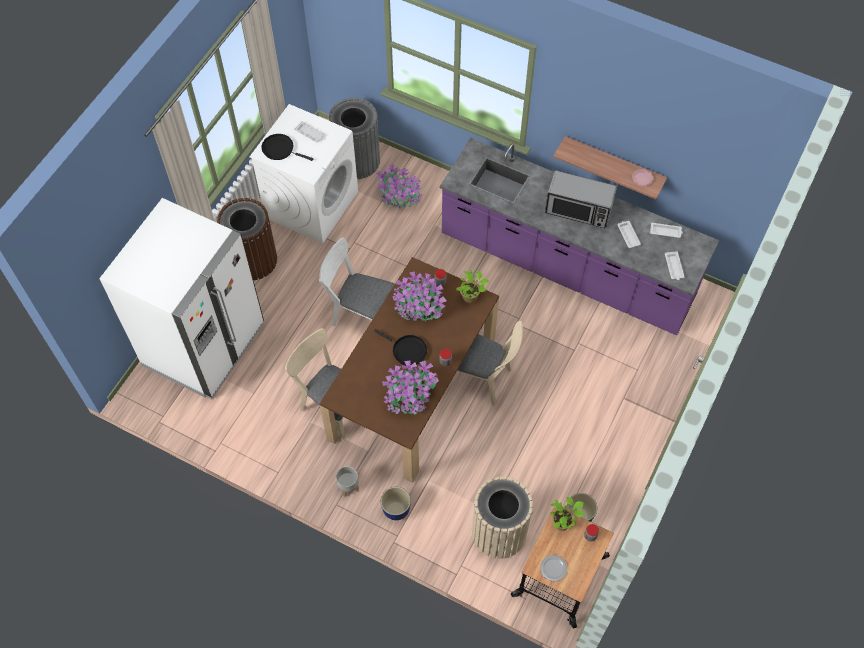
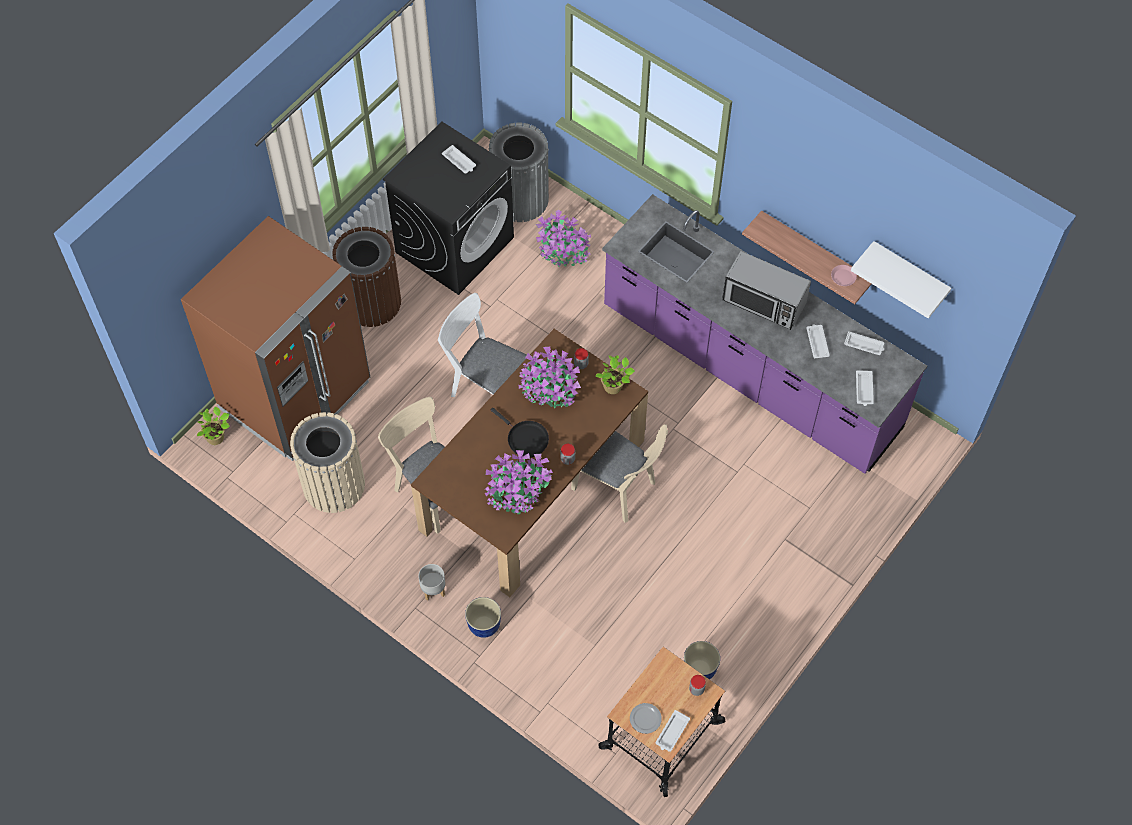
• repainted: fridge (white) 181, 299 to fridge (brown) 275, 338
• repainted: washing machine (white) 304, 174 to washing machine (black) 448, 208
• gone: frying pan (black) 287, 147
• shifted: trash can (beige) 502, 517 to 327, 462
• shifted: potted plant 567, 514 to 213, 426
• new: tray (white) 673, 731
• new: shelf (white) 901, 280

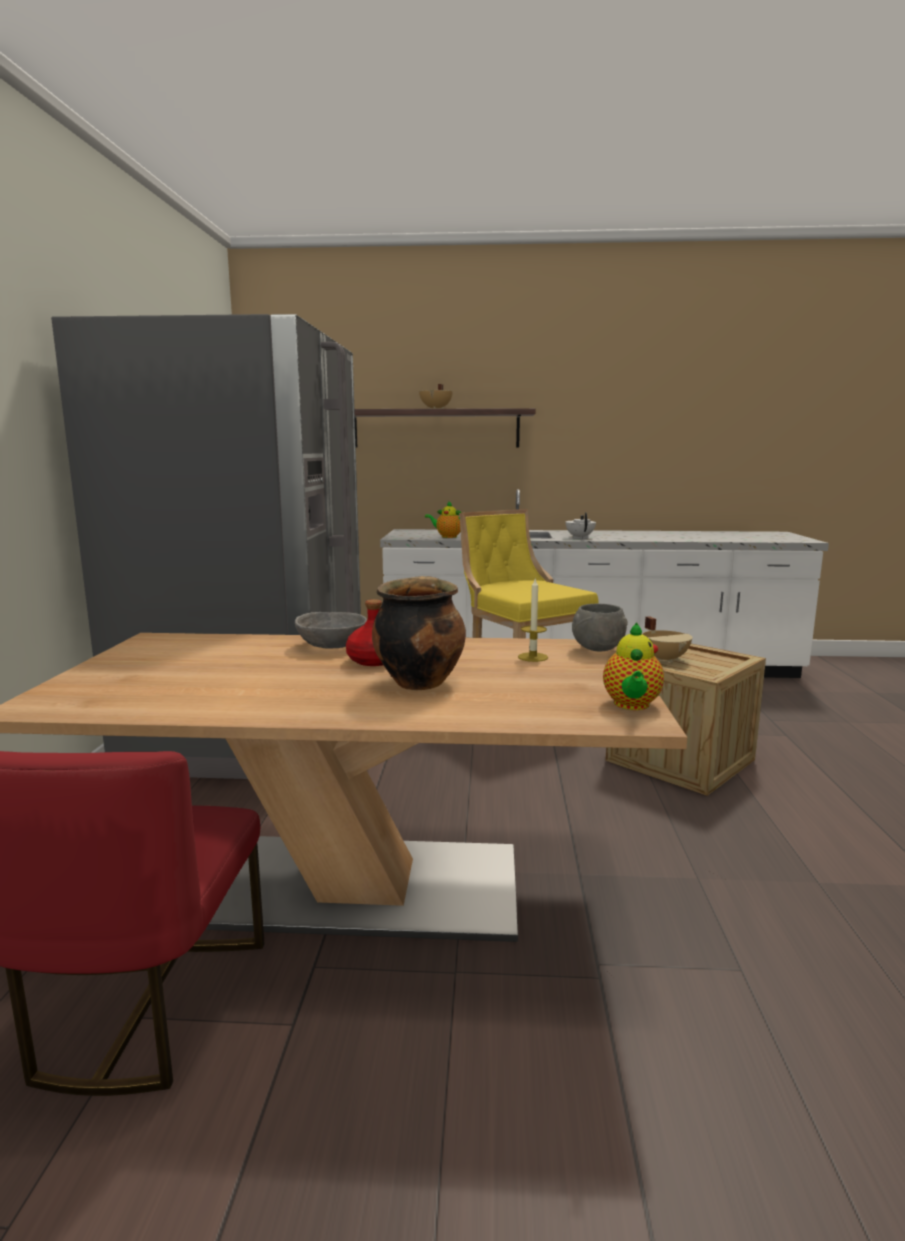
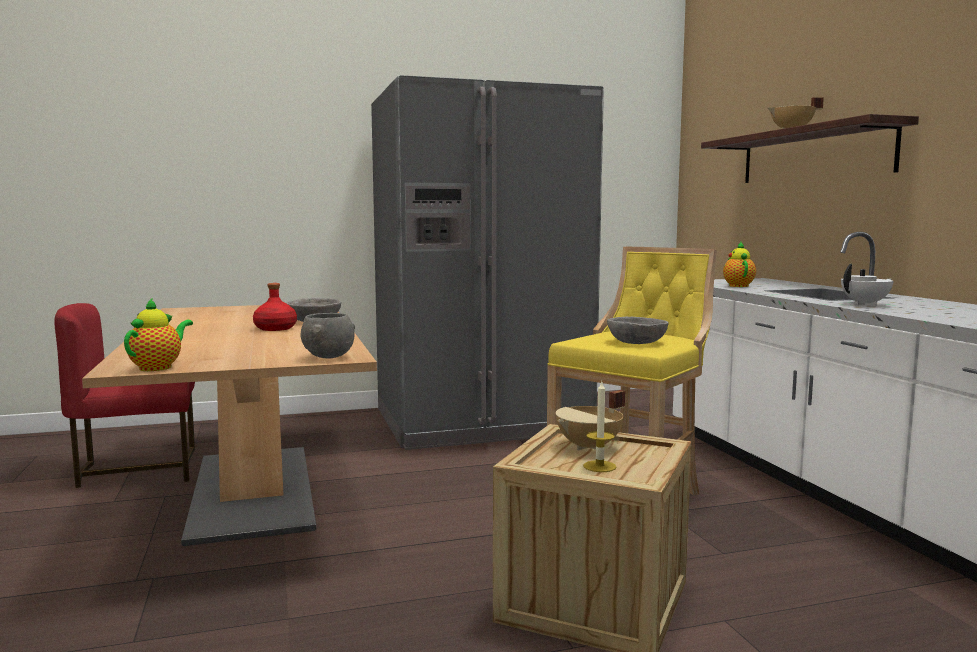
• gone: cooking pot 419, 633
• shifted: candle 533, 620 to 599, 427
• rotated: teapot 633, 666 = 158, 334 120 degrees clockwise
• new: bowl (grey) 638, 330

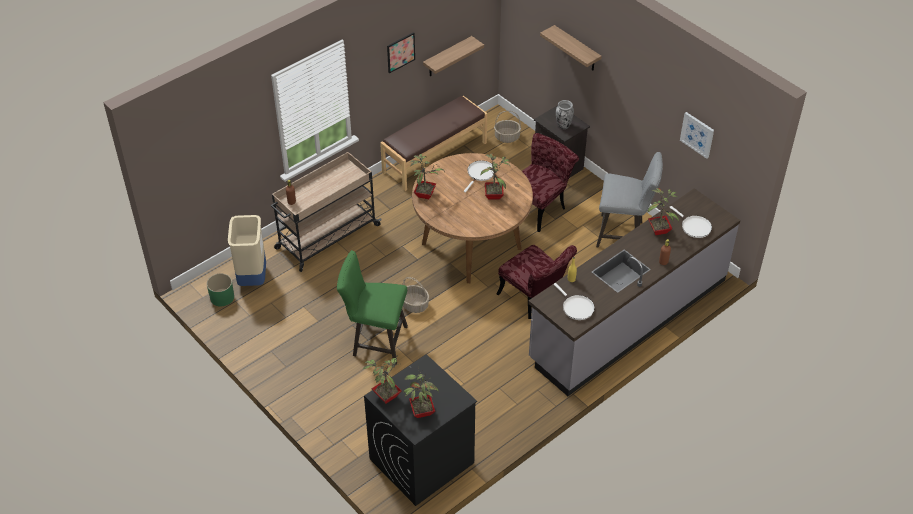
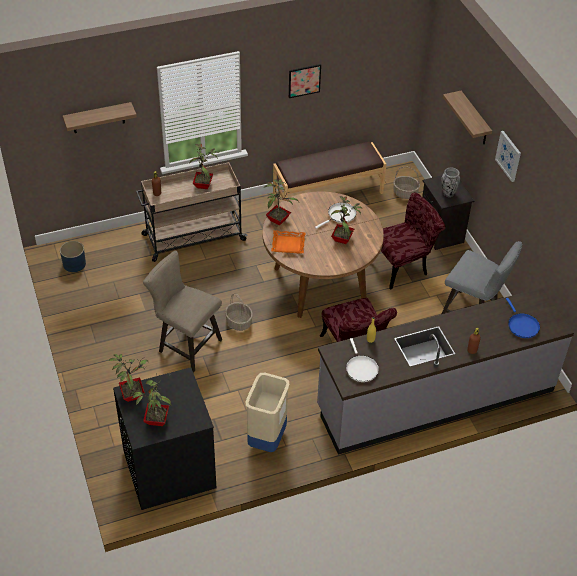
• repainted: planter (green) 220, 290 to planter (blue) 73, 256
• shifted: trash can (beige) 247, 250 to 267, 412
• repainted: stool (green) 372, 307 to stool (beige) 182, 311
• shifted: shelf 453, 56 to 100, 117
• shifted: potted plant 663, 211 to 203, 166
• repainted: frying pan (white) 690, 222 to frying pan (blue) 523, 318
• shifted: picture 697, 135 to 508, 156
• new: tray (orange) 288, 242

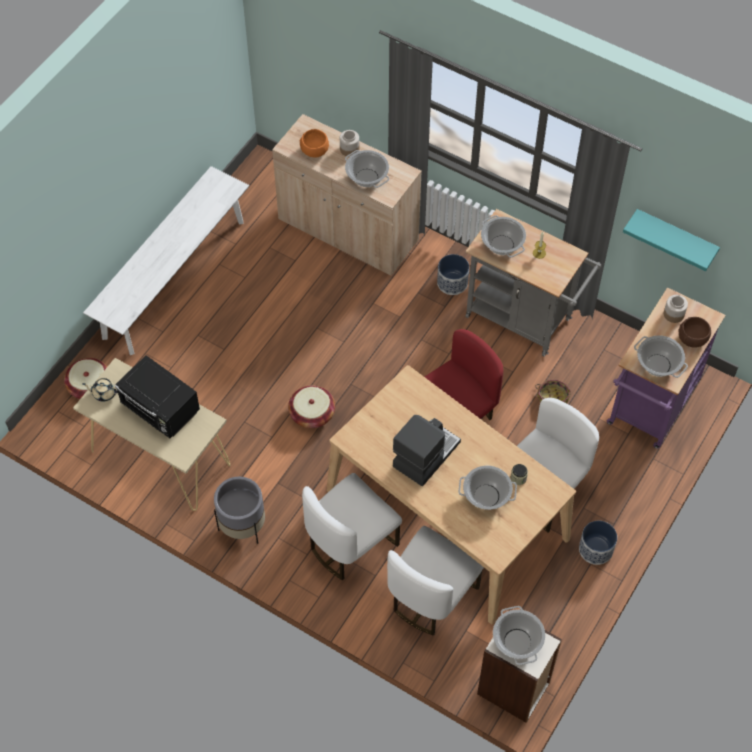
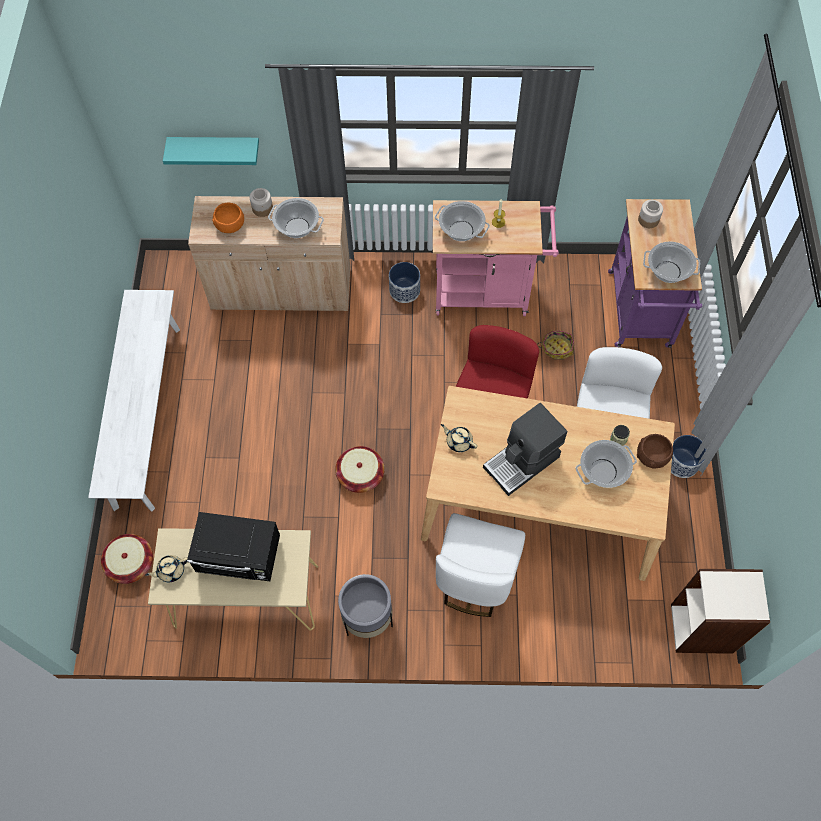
• gone: chair (white) 435, 581
• rotated: coffee machine 427, 450 = 525, 449 135 degrees counterclockwise
• repainted: cart (grey) 533, 283 to cart (pink) 496, 258
• gone: cooking pot 519, 635
• shifted: shelf (turquoise) 671, 240 to 211, 151
• shifted: bowl (brown) 694, 332 to 655, 451
• new: teapot (beige) 459, 438

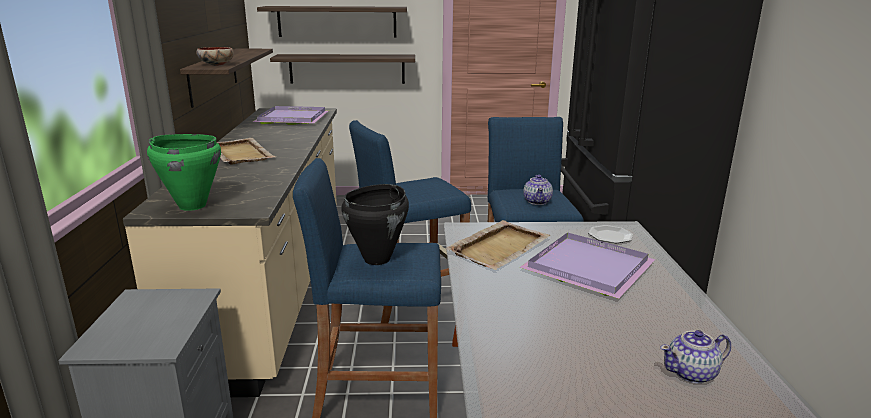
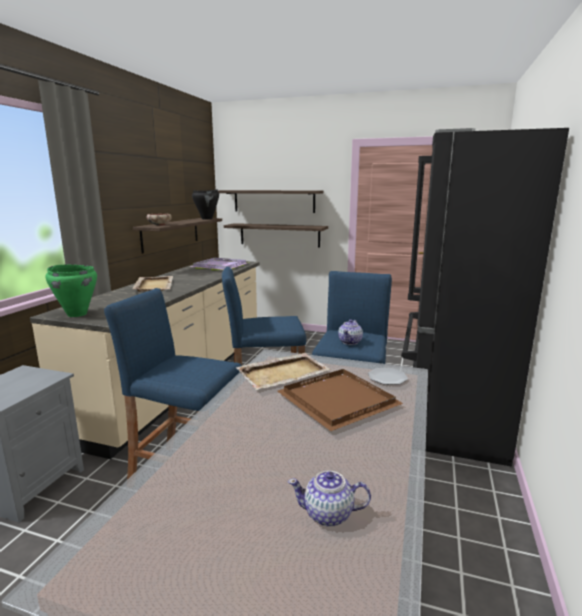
• shifted: cooking pot (black) 375, 224 to 205, 204
• repainted: tray (purple) 588, 265 to tray (brown) 340, 400

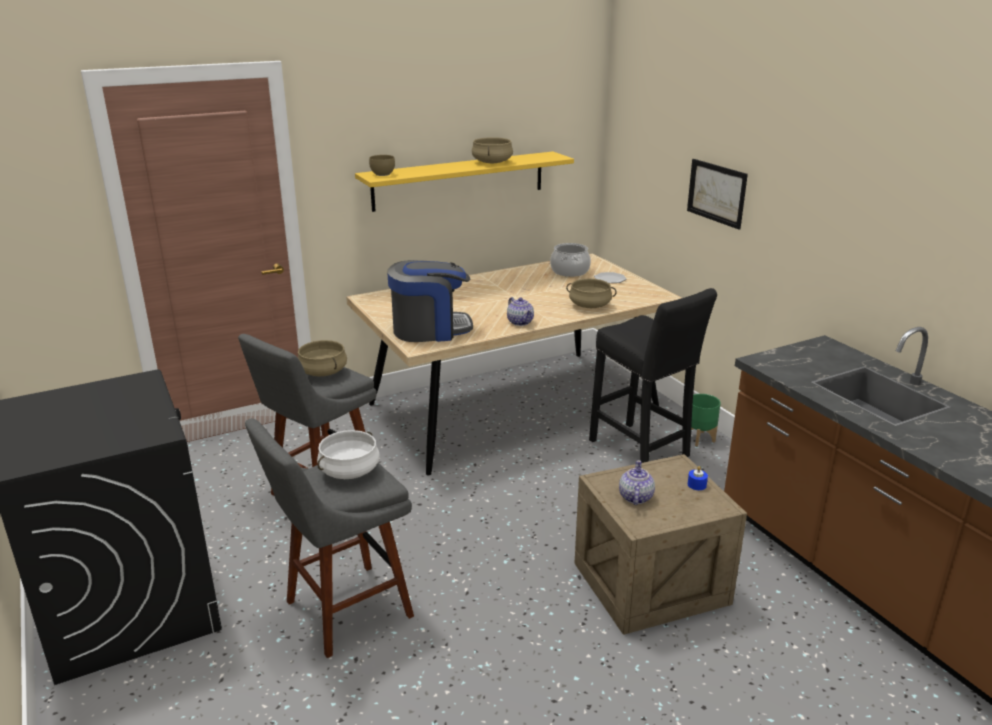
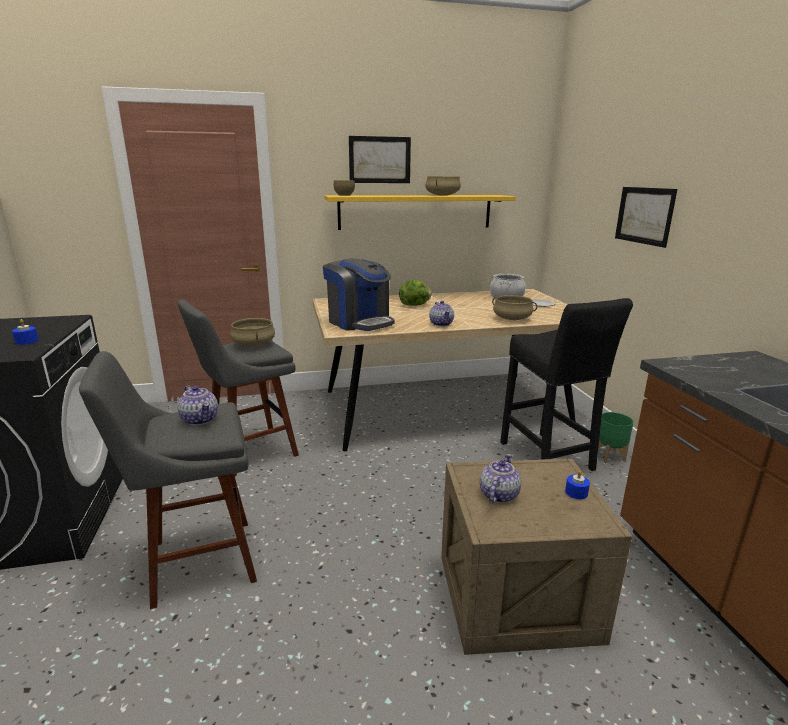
• swapped: cooking pot (white) 348, 454 to teapot 197, 406
• rotated: coffee machine 430, 301 = 359, 294 45 degrees clockwise
• new: candle (blue) 25, 332
• new: picture 380, 159
• new: lettuce 415, 293

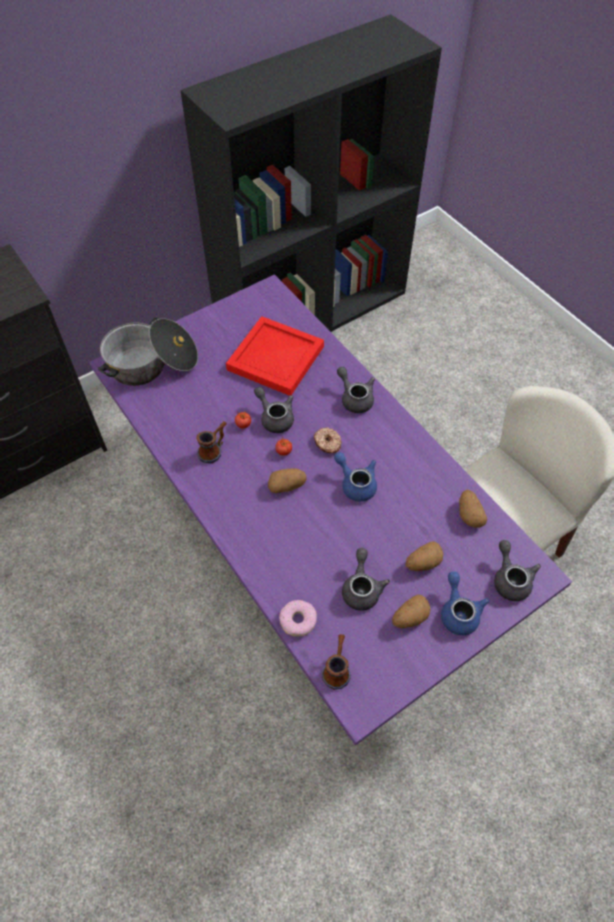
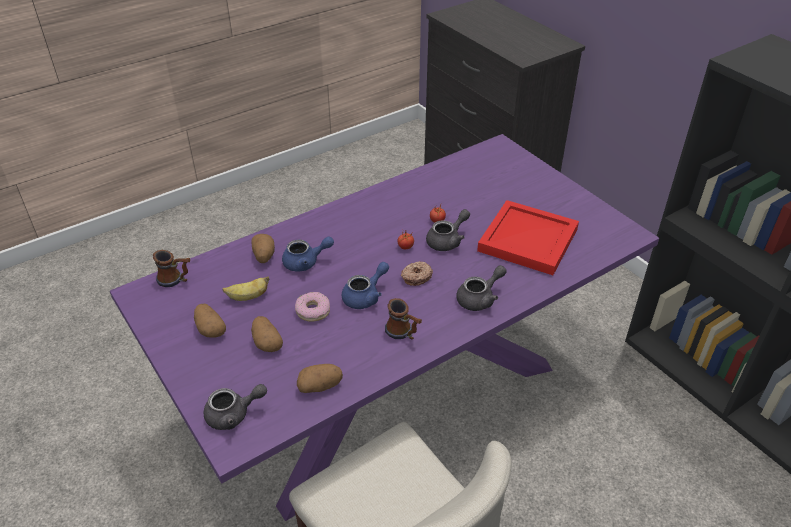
• gone: cooking pot 148, 351
• shifted: mug 211, 442 to 403, 319
• shifted: potato 287, 480 to 263, 248
• shifted: donut 298, 618 to 312, 307
• swapped: teapot (grey) 366, 579 to banana 246, 289
• shifted: teapot (blue) 465, 604 to 308, 254

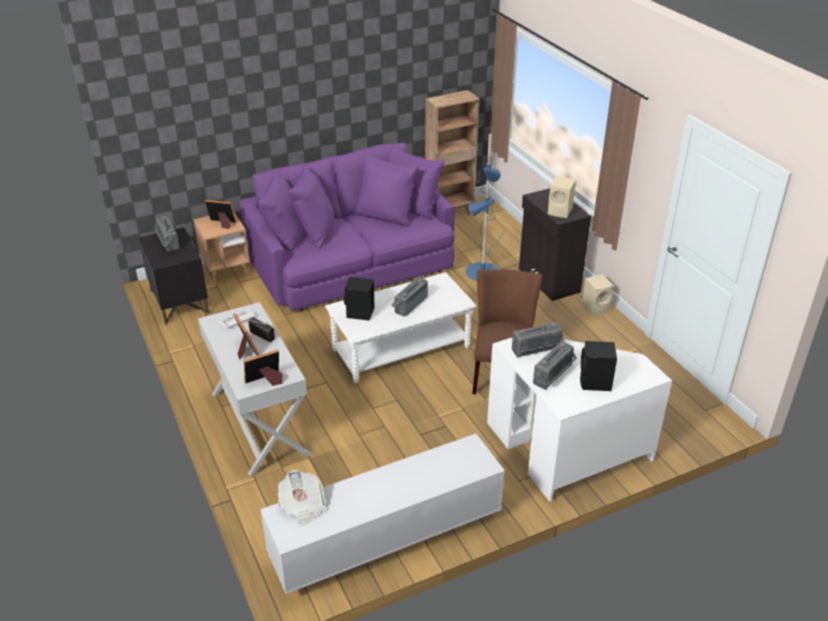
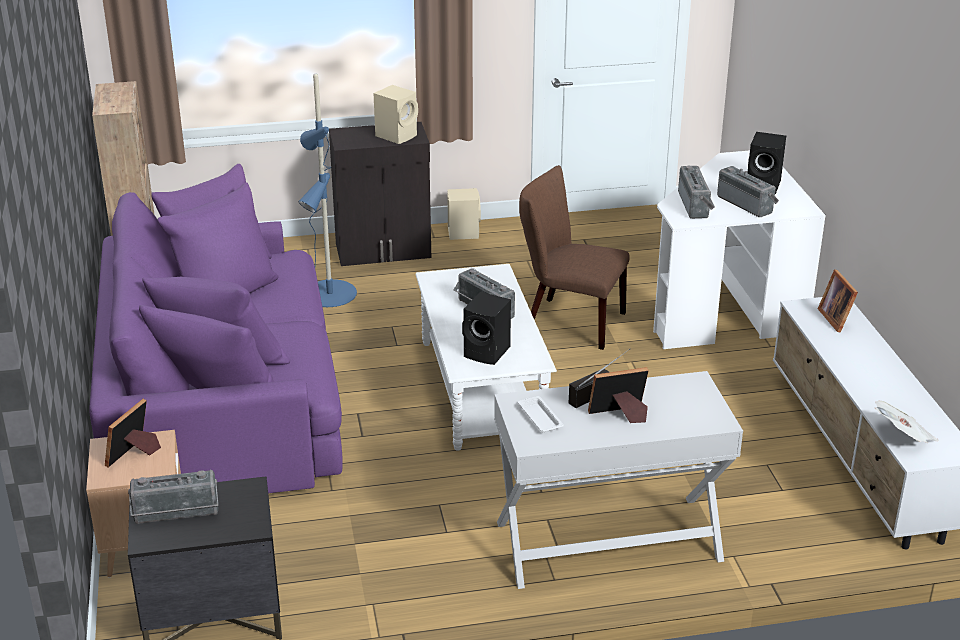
• shifted: picture frame 263, 368 to 838, 300

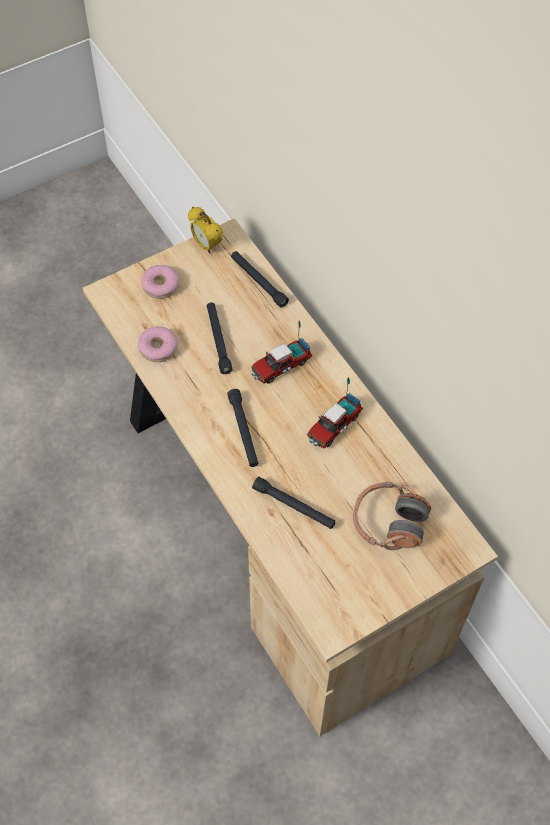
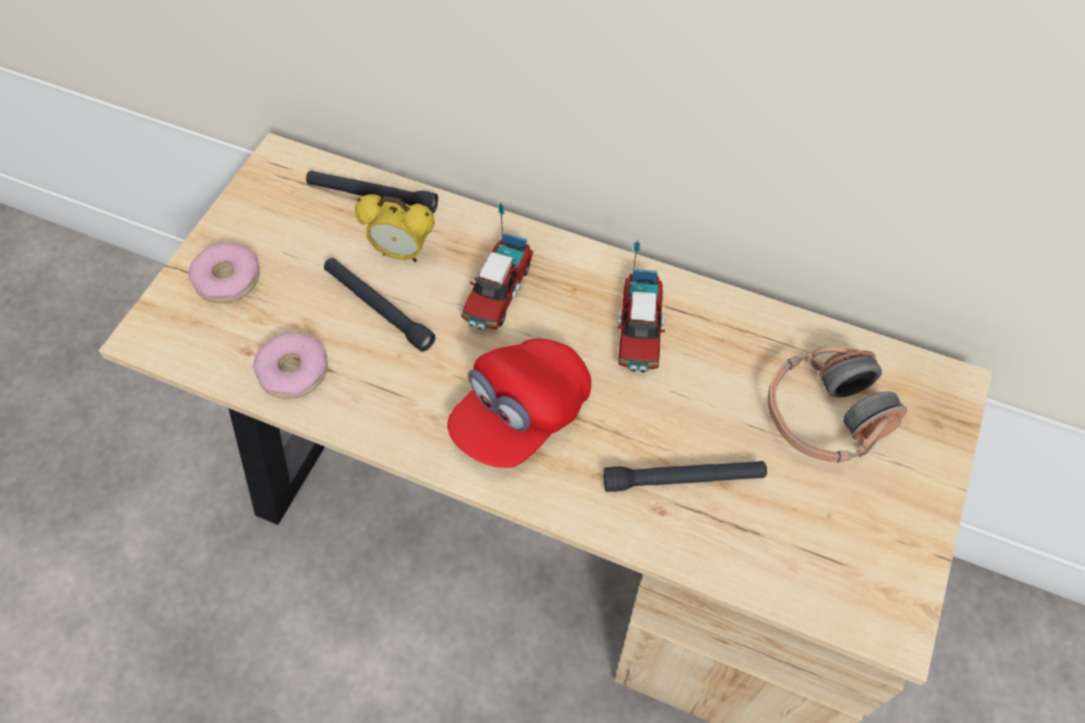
• shifted: alarm clock 205, 230 to 395, 228
• swapped: flashlight (black) 242, 428 to cap (red) 519, 403

